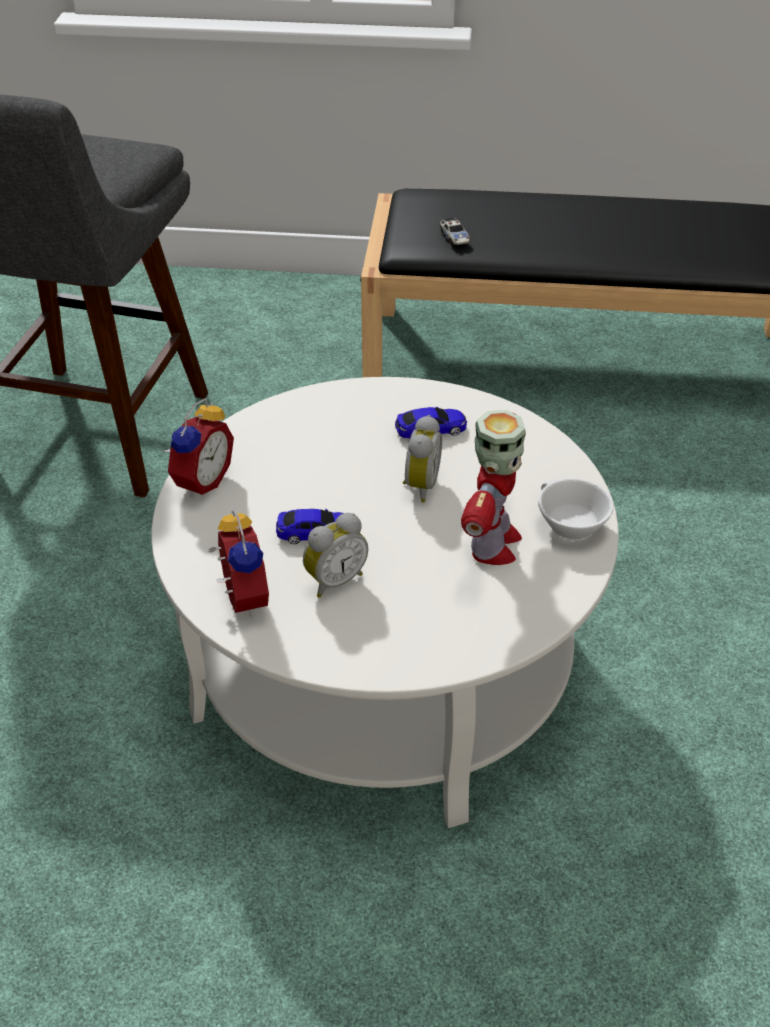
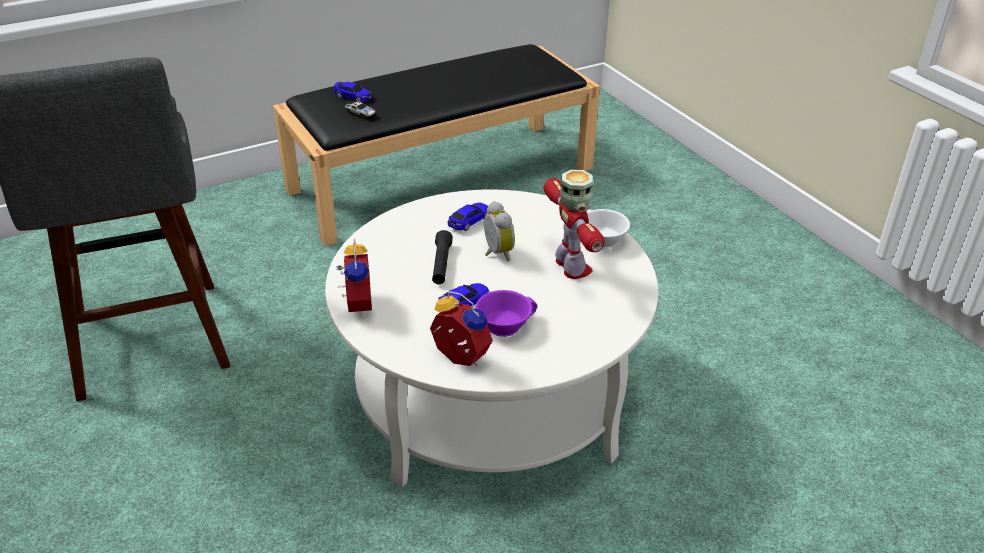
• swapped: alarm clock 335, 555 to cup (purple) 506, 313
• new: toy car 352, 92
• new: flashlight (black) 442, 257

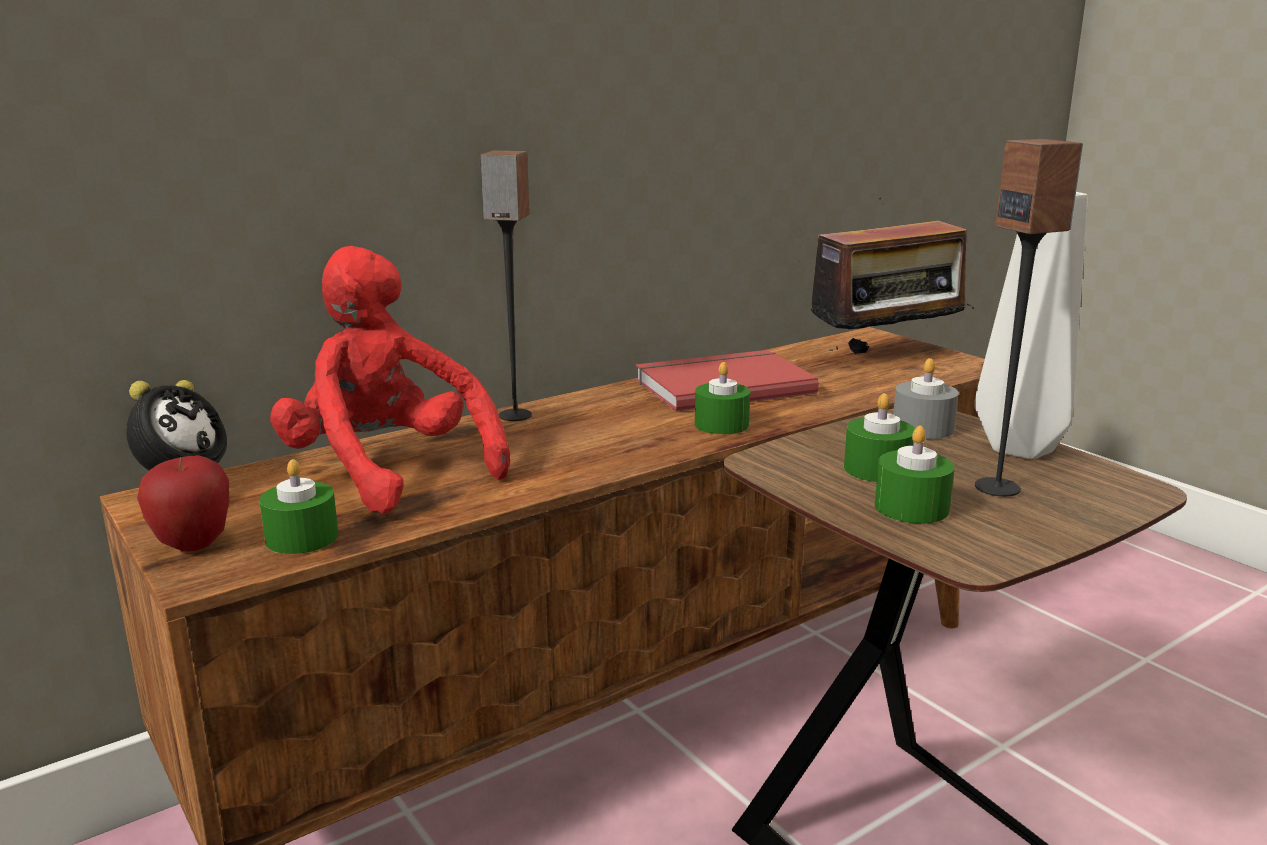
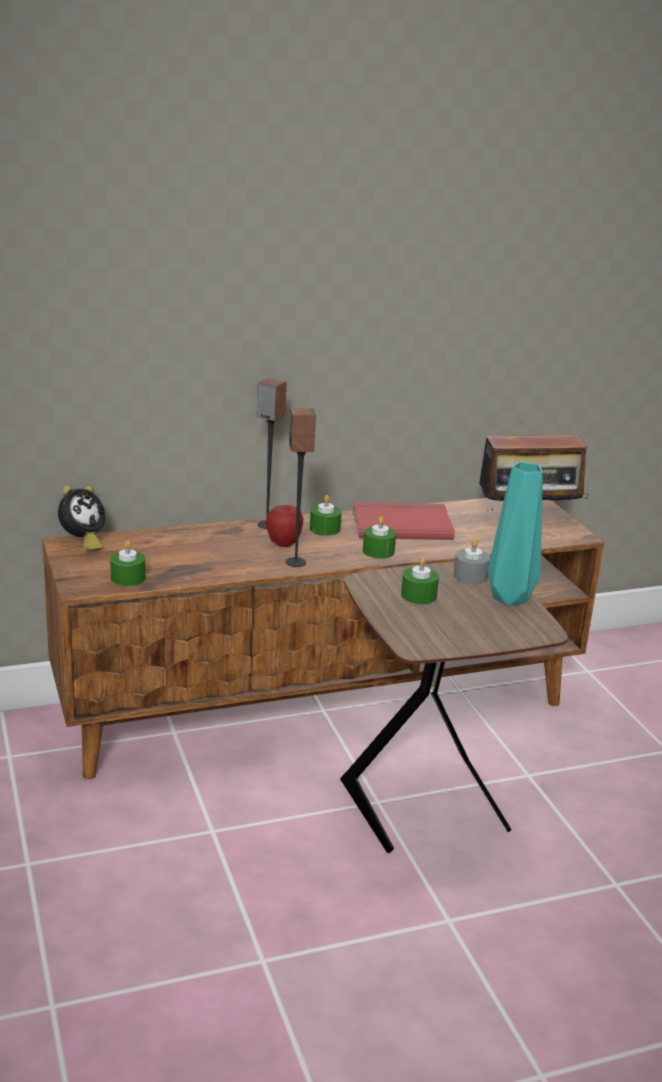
• shifted: apple 183, 503 to 284, 526
• gone: plush toy (red) 390, 380
• shifted: candle (green) 915, 474 to 326, 515
• repainted: vase (grey) 1031, 325 to vase (turquoise) 515, 533
• shifted: speaker 1029, 318 to 301, 487

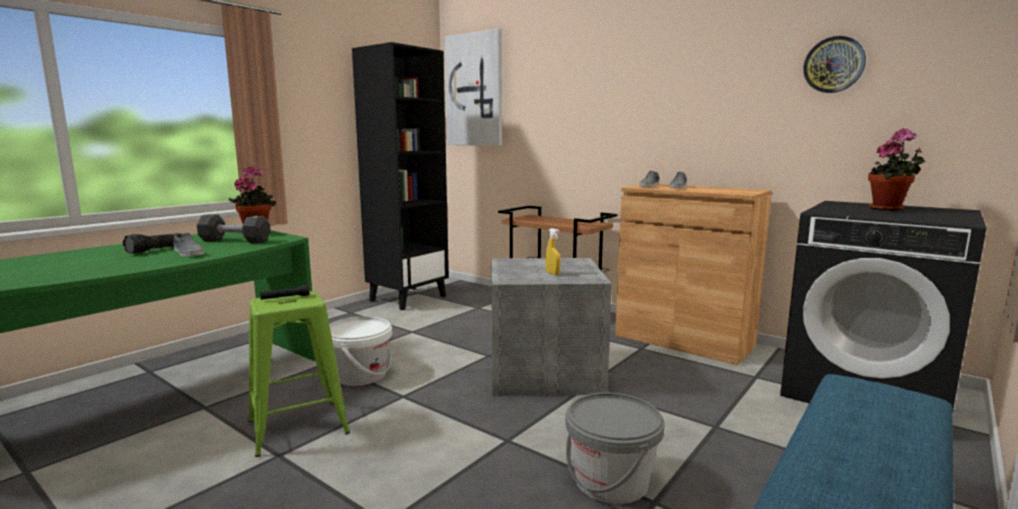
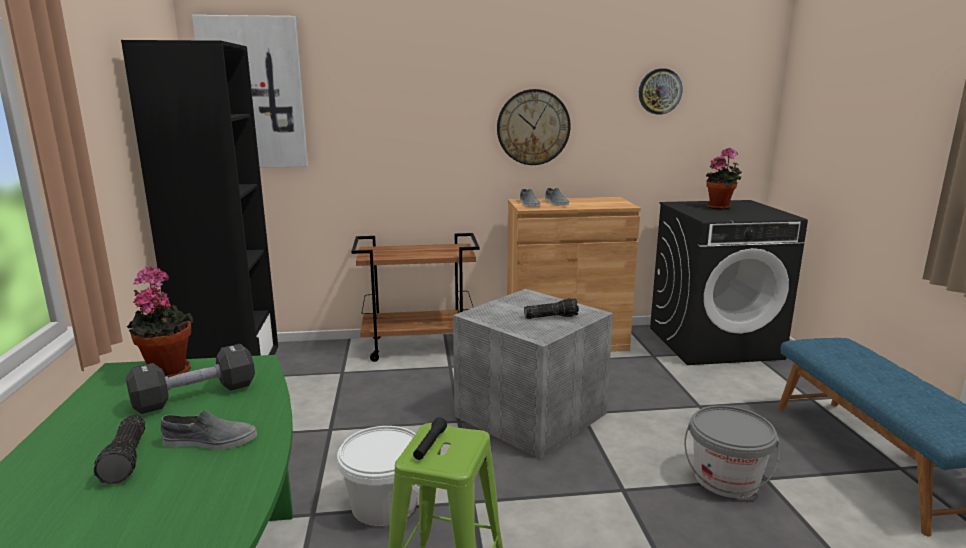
• swapped: spray bottle (yellow) 553, 251 to flashlight 551, 308
• new: wall clock 534, 127

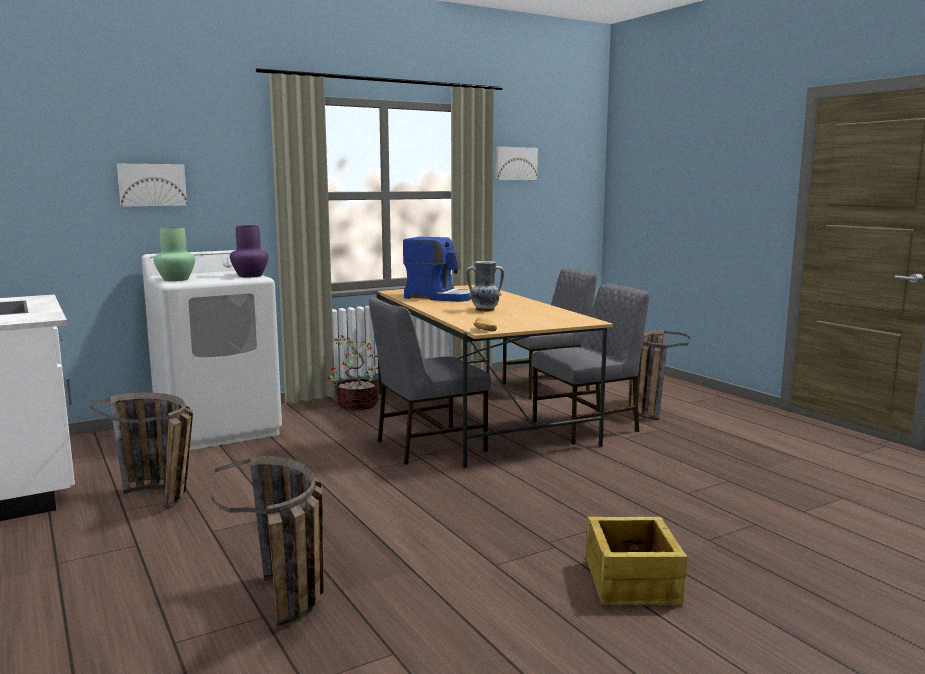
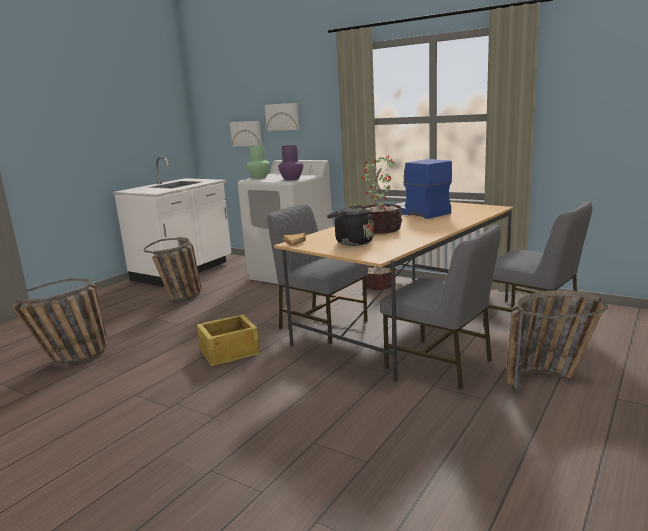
• rotated: coffee machine 437, 269 = 423, 189 150 degrees clockwise
• swapped: vase 485, 286 to potted plant 381, 194
• shifted: picture 516, 163 to 246, 134
• shifted: crate 636, 560 to 228, 340
• new: kettle (black) 350, 225

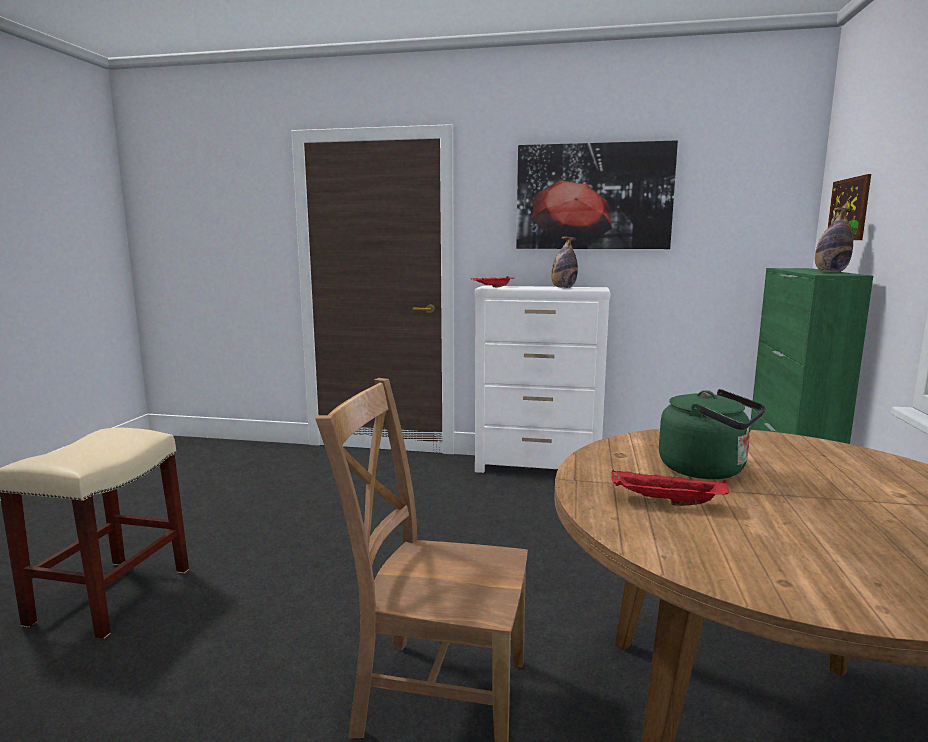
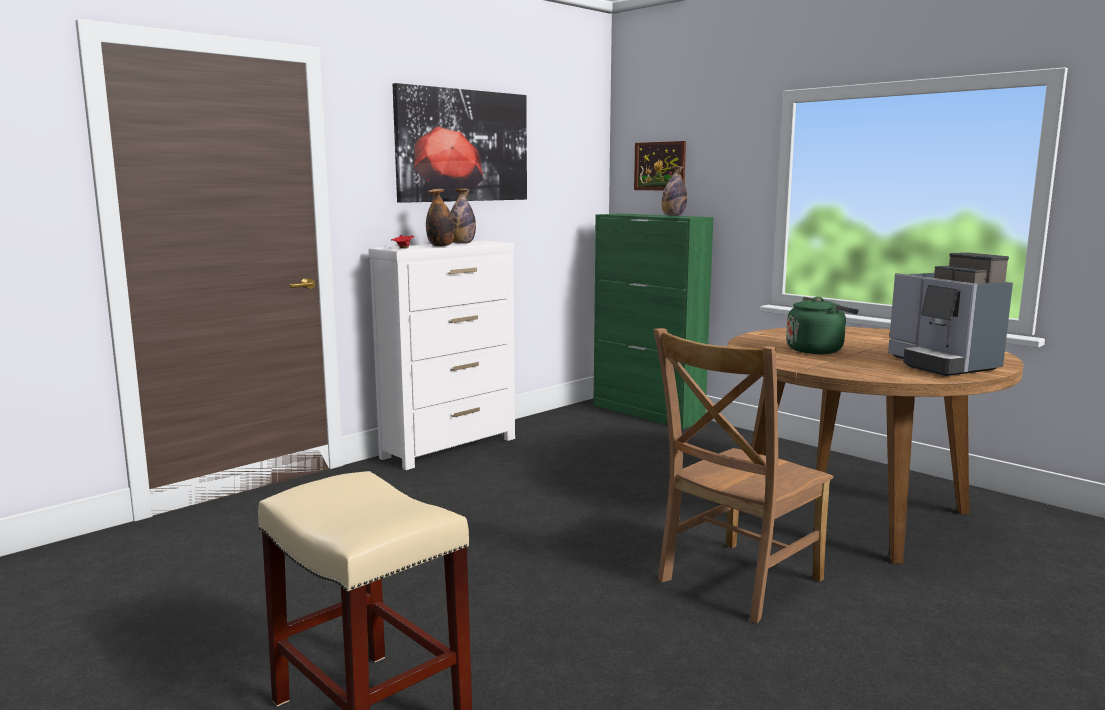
• gone: tray (red) 670, 487
• new: bottle 440, 218
• new: coffee machine 950, 314

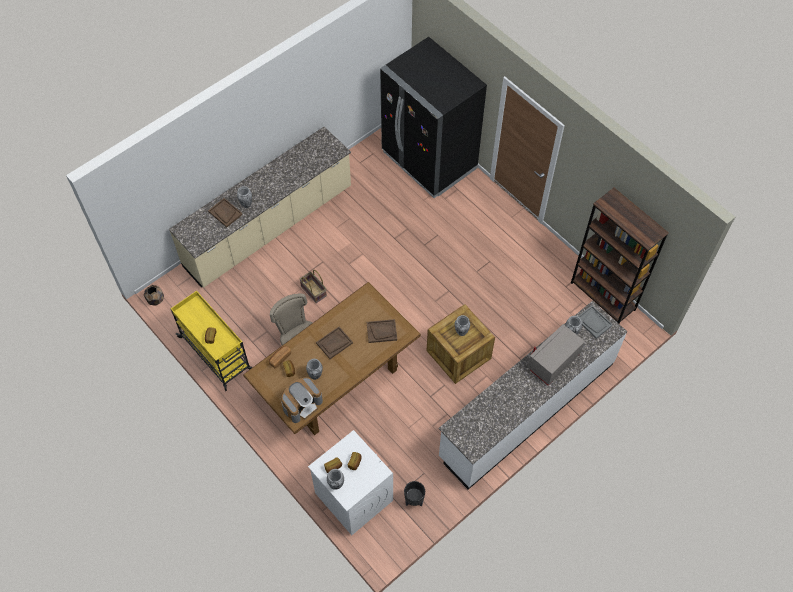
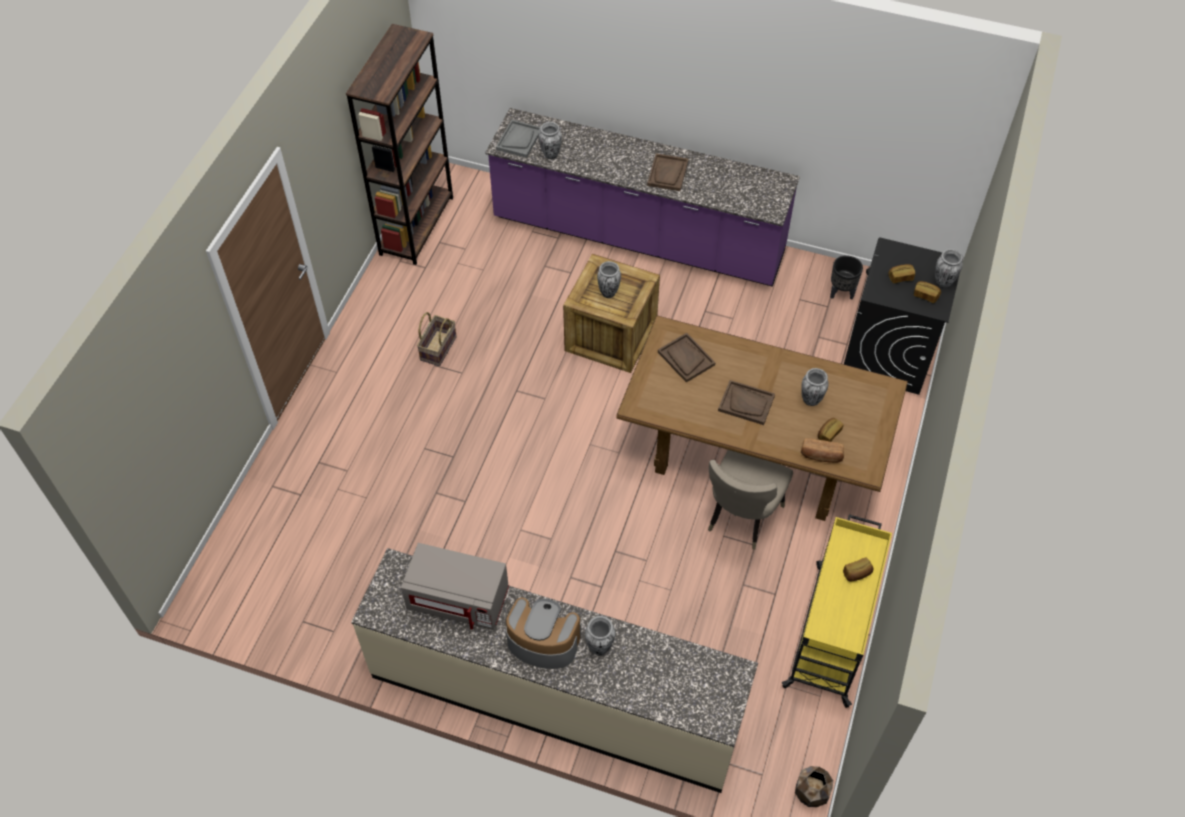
• shifted: tray (brown) 225, 212 to 667, 172
• shifted: coffee machine 302, 400 to 543, 633
• shifted: basket 313, 286 to 437, 339
• repainted: washing machine (white) 350, 482 to washing machine (black) 903, 316
• gone: fridge (black) 433, 117
• repainted: counter (white) 533, 395 to counter (purple) 642, 197
• shifted: microwave (grey) 556, 354 to 455, 586

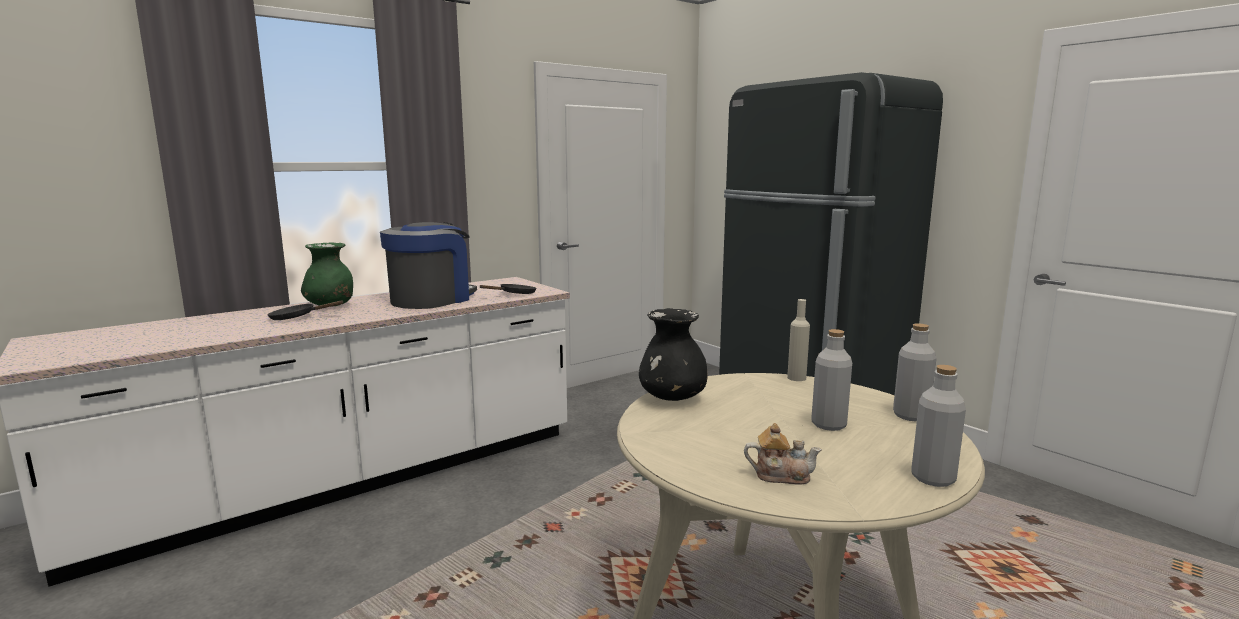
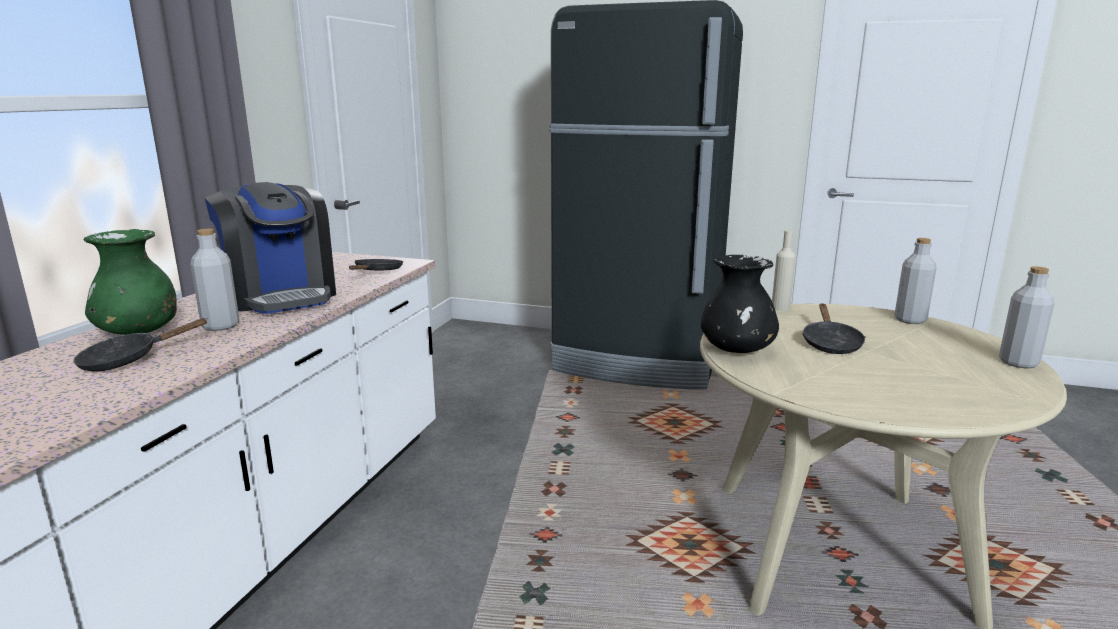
• rotated: coffee machine 428, 265 = 270, 248 150 degrees clockwise
• gone: teapot 783, 454
• shifted: bottle (grey) 831, 380 to 214, 280
• new: frying pan (black) 833, 328

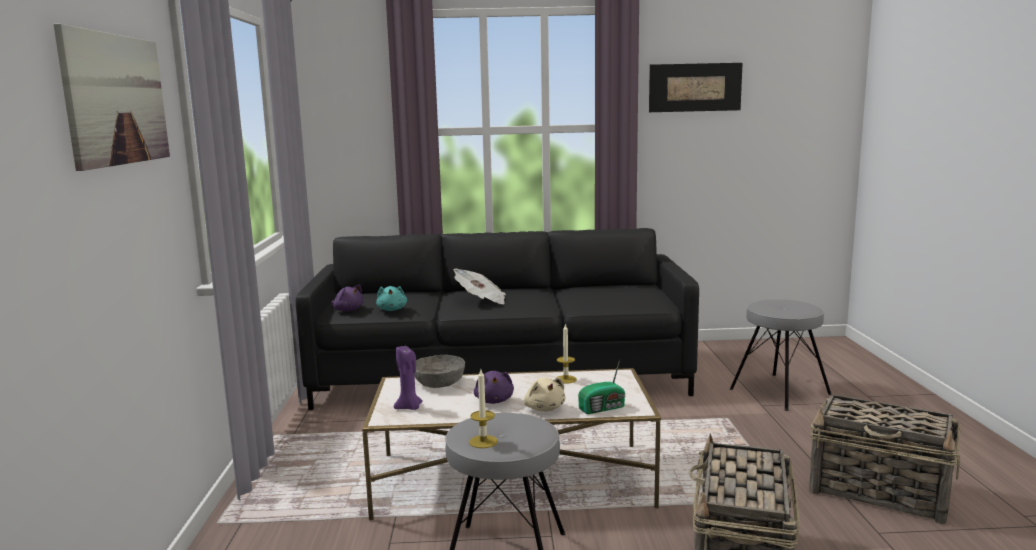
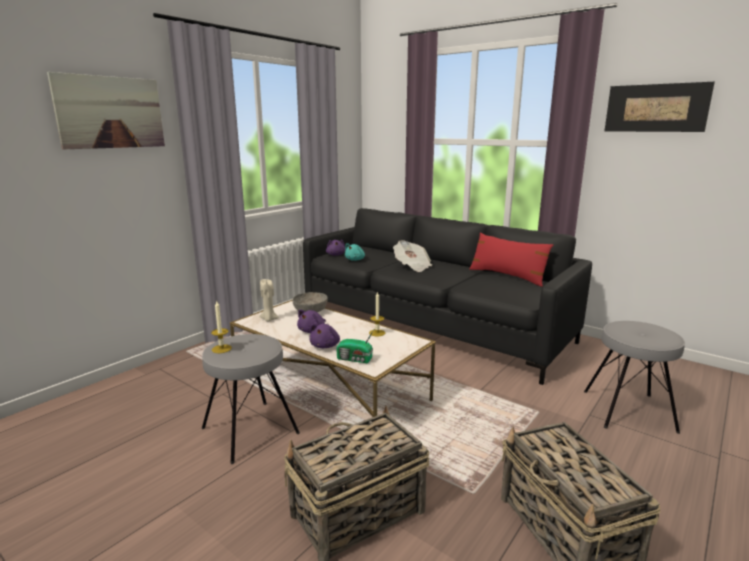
• repainted: candle (purple) 408, 378 to candle (beige) 269, 300
• repainted: plush toy (beige) 544, 395 to plush toy (purple) 324, 336
• new: pillow (red) 511, 259

